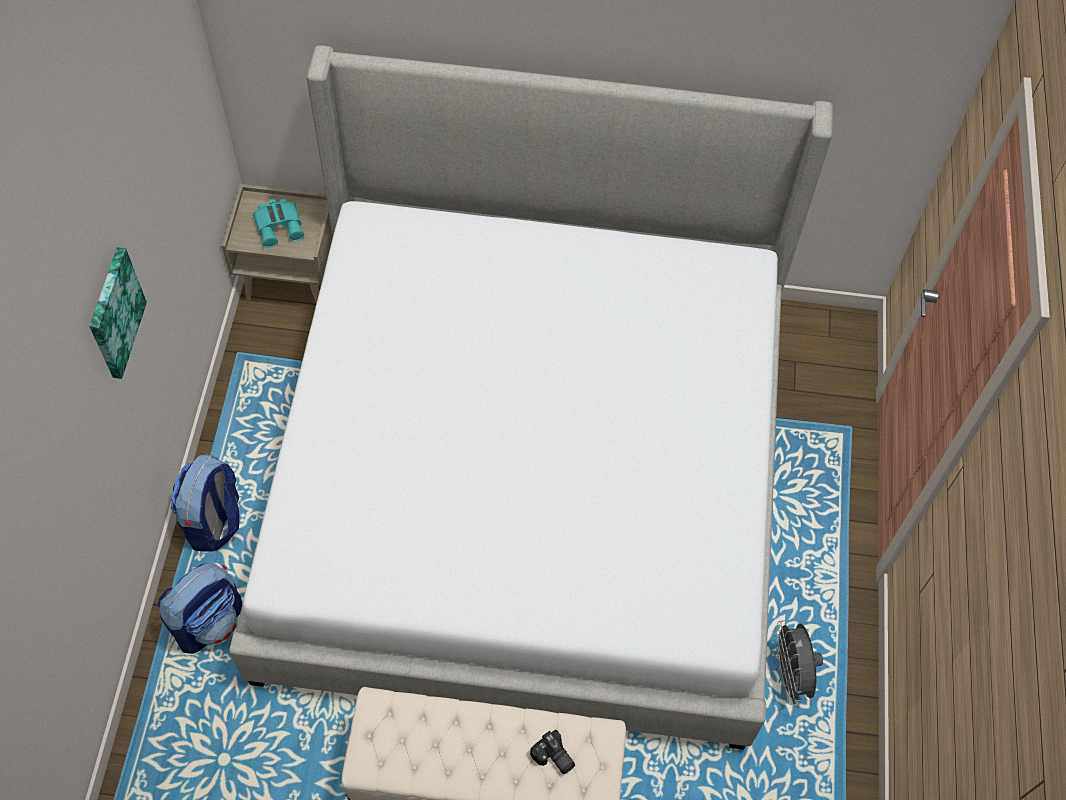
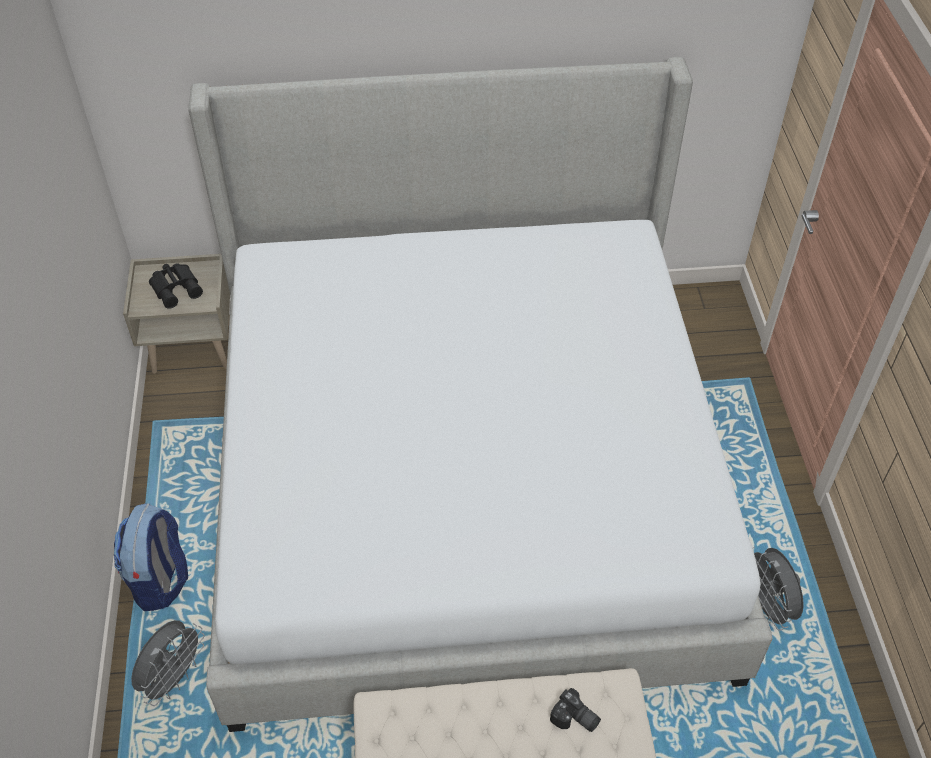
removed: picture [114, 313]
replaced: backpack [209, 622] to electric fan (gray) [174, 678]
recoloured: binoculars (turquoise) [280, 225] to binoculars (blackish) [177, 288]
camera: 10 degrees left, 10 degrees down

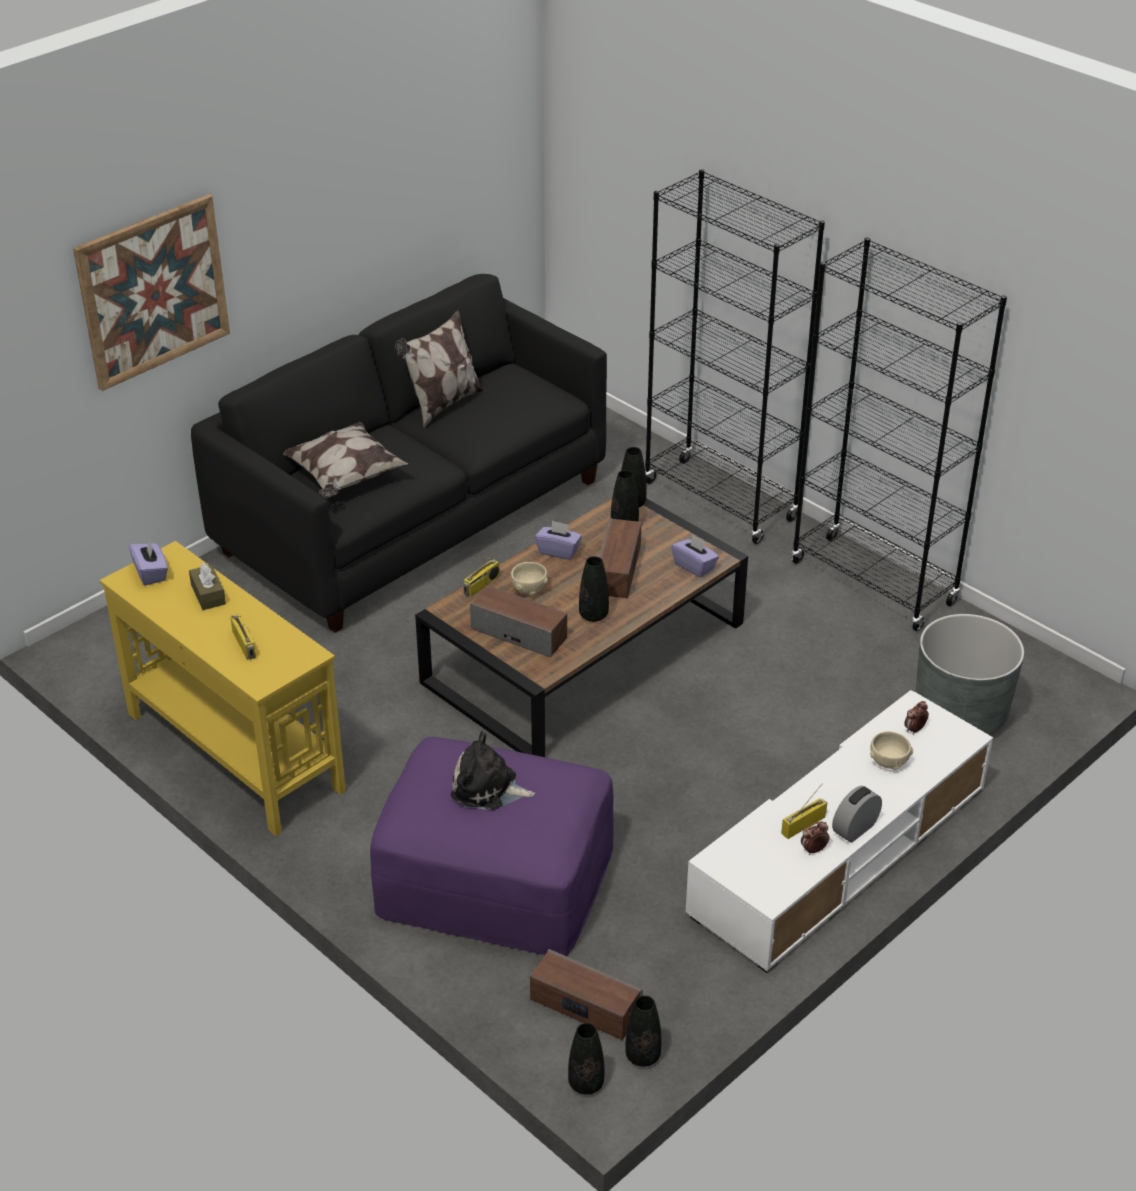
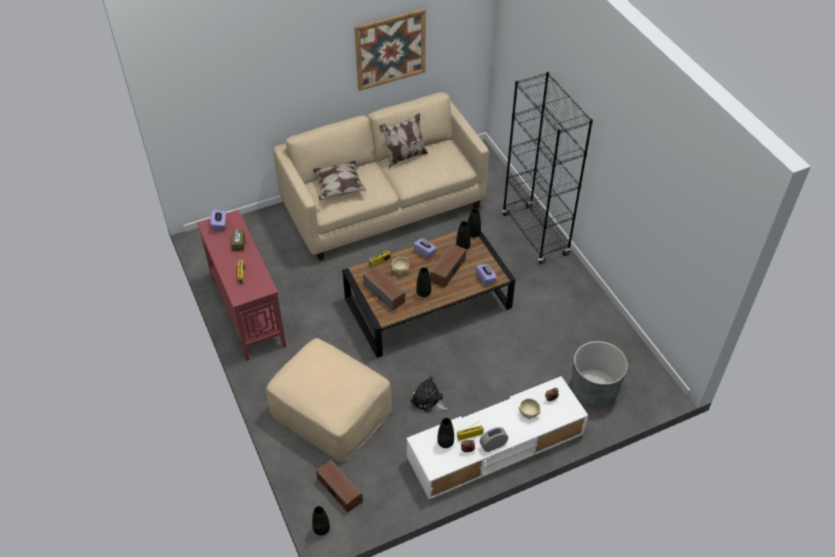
removed: bookcase (blackish) [873, 583]
moved: picture [153, 291] to [390, 49]; cuddly toy [488, 788] to [428, 401]; vase (blackish) [642, 1056] to [445, 442]
recoloured: narrow table (yellow) [234, 750] to narrow table (red) [248, 311]; settee (blackish) [413, 516] to settee (beige-coloured) [383, 205]; footrest (purple) [494, 878] to footrest (beige-coloured) [330, 411]
camera: 20 degrees right, 10 degrees up

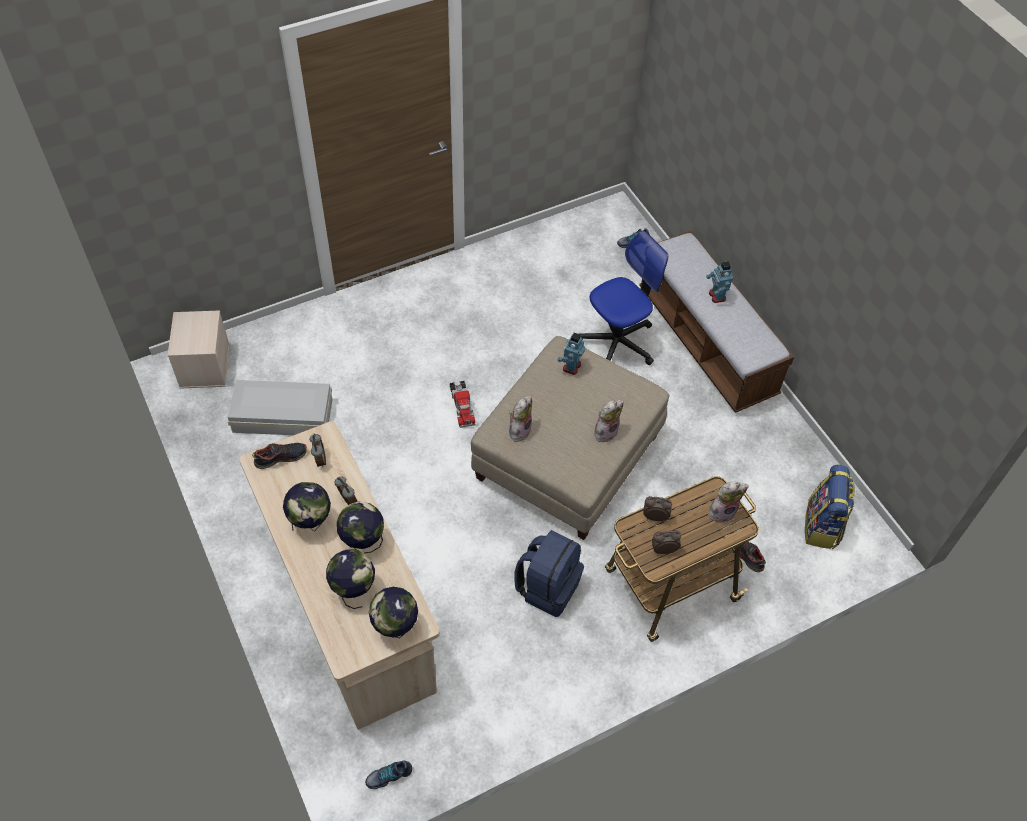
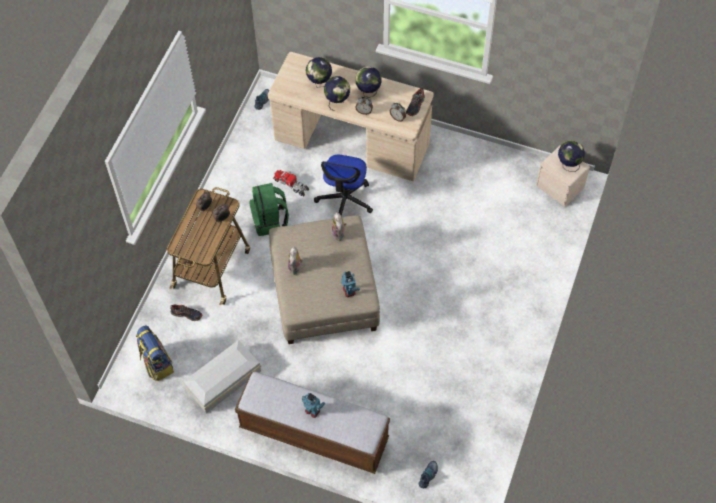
removed: cuddly toy [722, 511]
moved: storage container (white) [284, 417] to [222, 380]; desk globe [395, 628] to [568, 165]; toy lorry [462, 406] to [291, 184]; computer chair [617, 342] to [345, 200]
recoloured: backpack (blue-coloured) [547, 587] to backpack (green) [270, 221]
camera: 140 degrees right, 5 degrees up

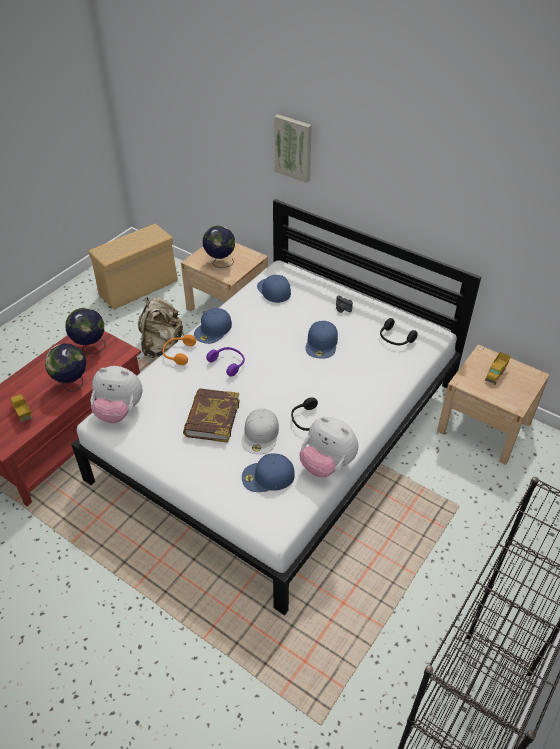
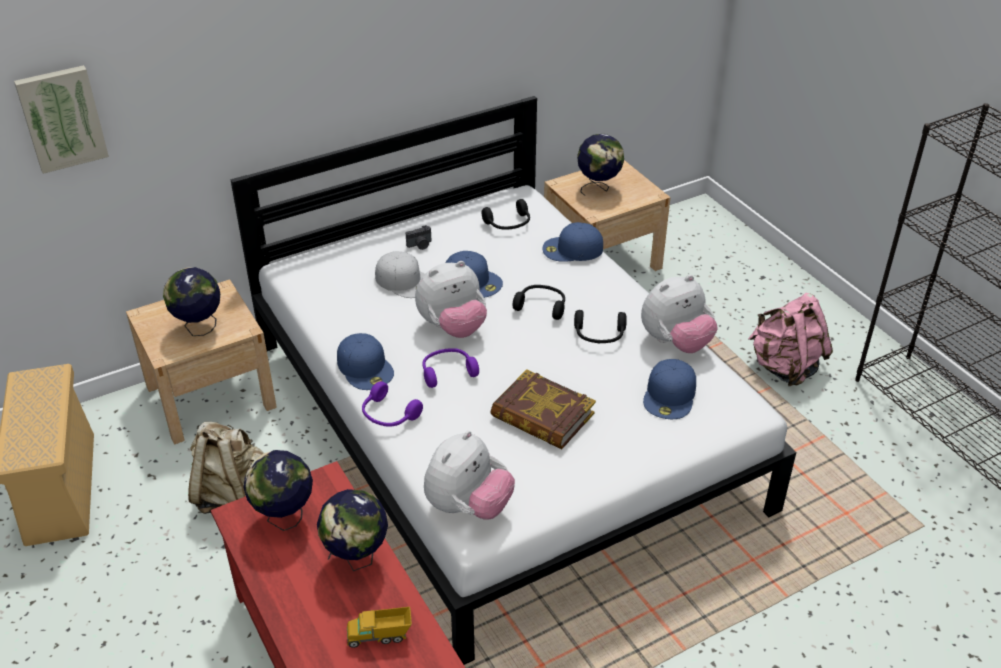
added: cuddly toy [453, 327]; headset (blackish) [541, 306]; backpack (pink-coloured) [785, 367]
moved: cap (white) [261, 435] to [405, 280]; cap (blue-coloured) [273, 290] to [572, 249]; picture [294, 148] to [61, 118]
replaced: toy lorry [495, 374] to desk globe [598, 188]
recoloured: headset (orange-coloured) [178, 353] to headset (purple) [388, 415]
camera: 65 degrees left, 5 degrees down

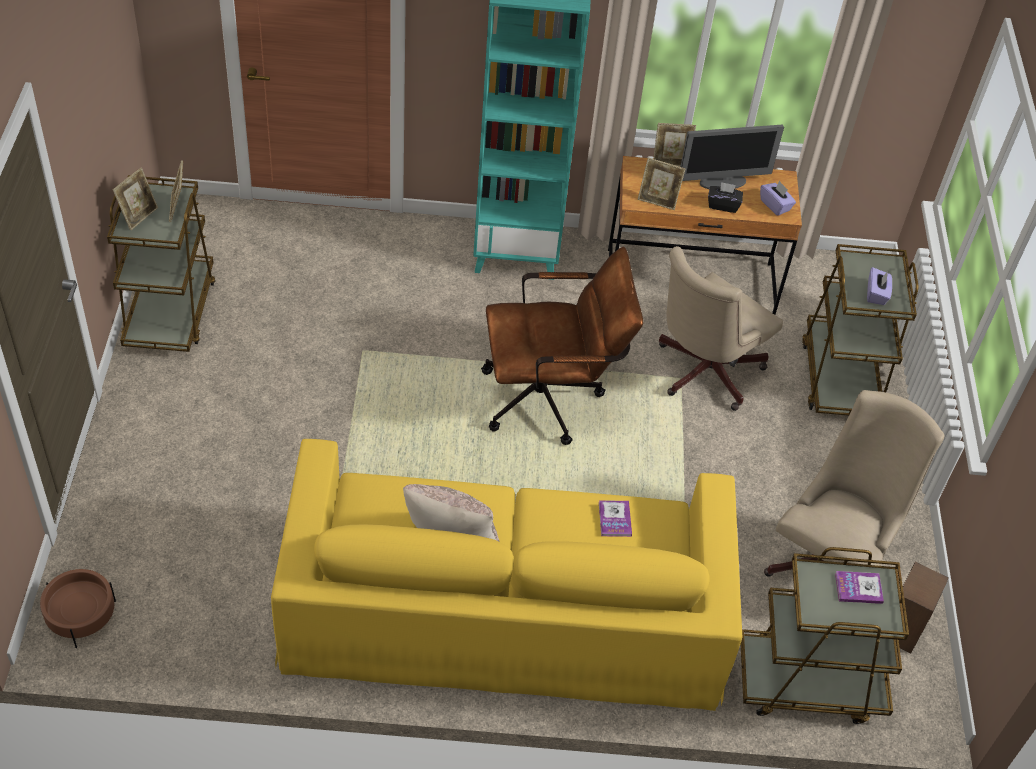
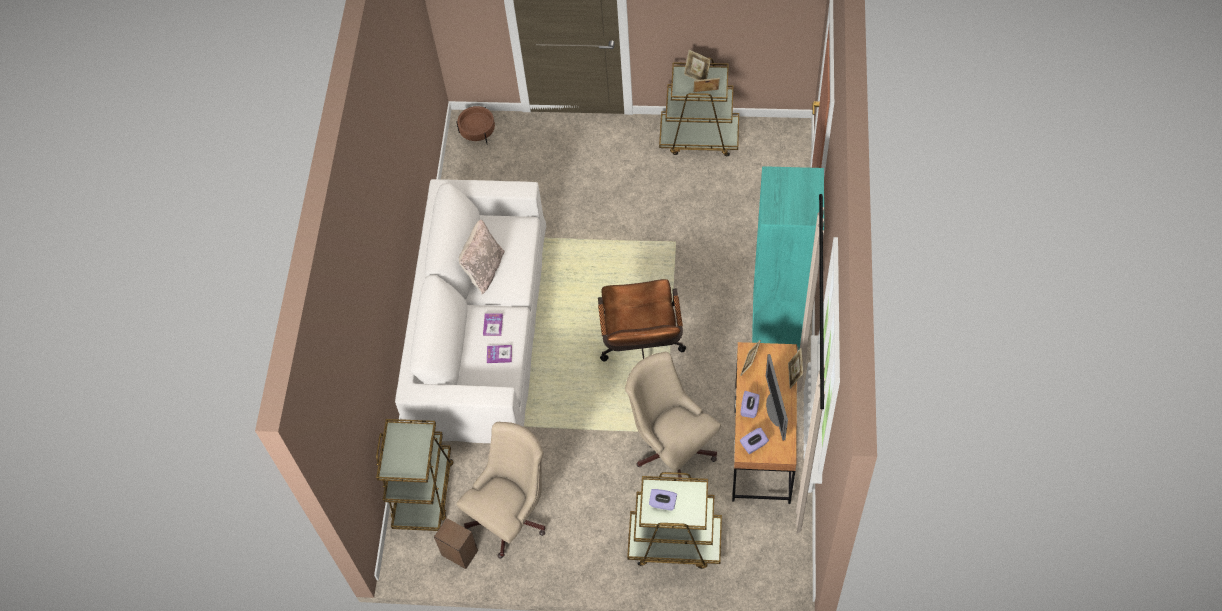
moved: bound book [858, 588] to [493, 325]
recoloured: settee (yellow) [504, 608] to settee (white) [479, 326]; tissue holder (blackish) [723, 205] to tissue holder (purple) [749, 408]
turned: computer chair (beige-coloured) [830, 561] = [512, 515] 90 degrees counterclockwise
camera: 100 degrees right, 10 degrees up

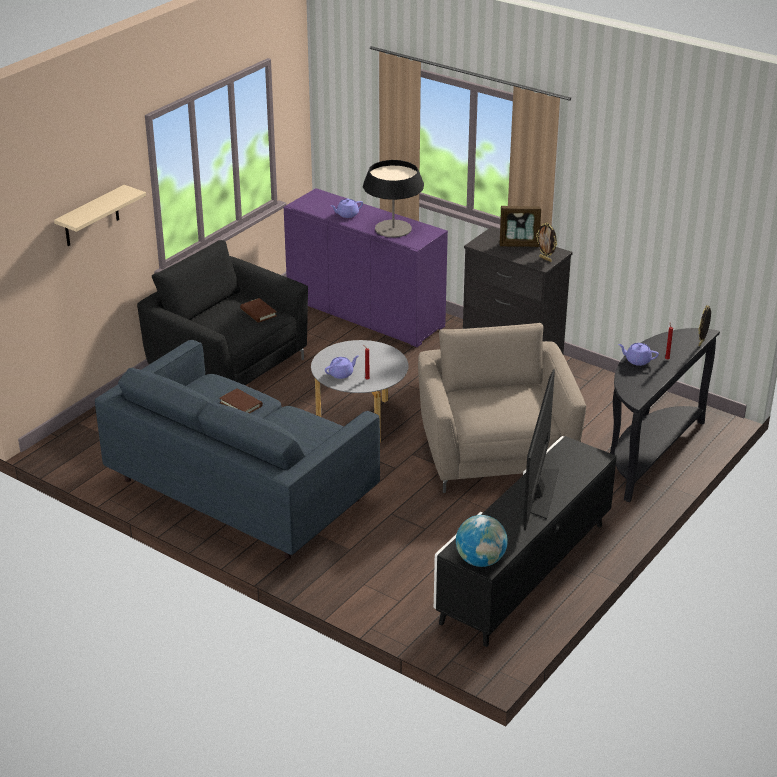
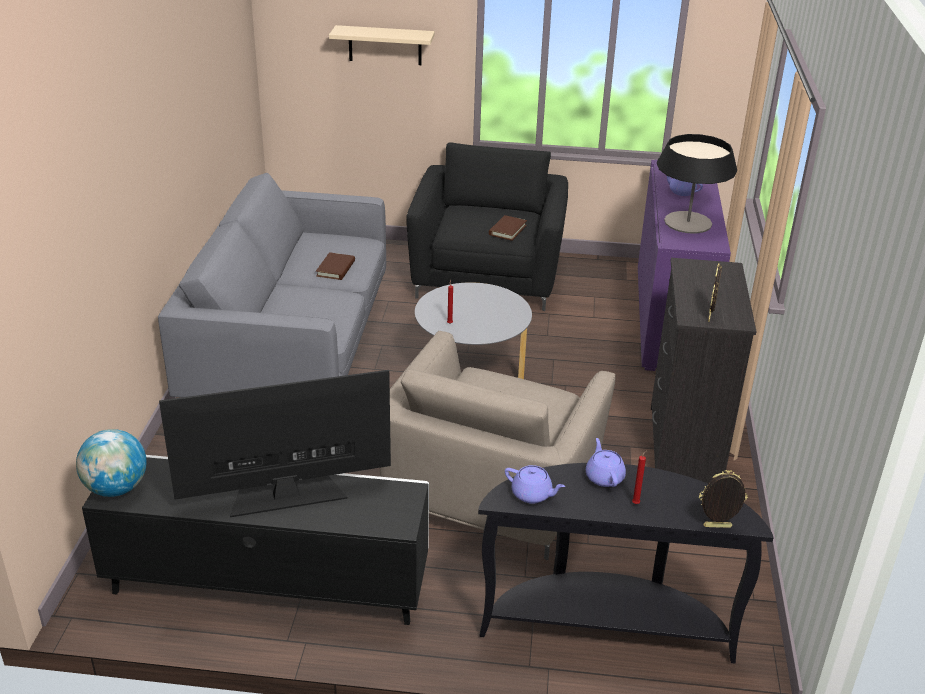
removed: photo frame [519, 244]
moved: pot for tea (purple) [341, 374] to [532, 494]
recoloured: settee (blue-coloured) [243, 491] to settee (gray) [291, 349]
turned: easy chair (beige-coloured) [495, 453] = [491, 488] 150 degrees clockwise
camera: 60 degrees right, 0 degrees up

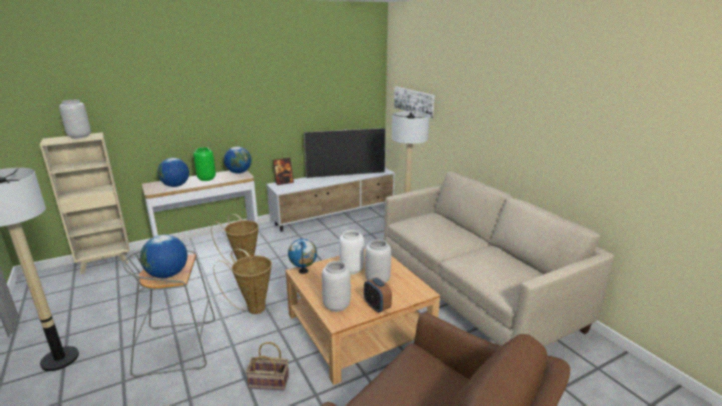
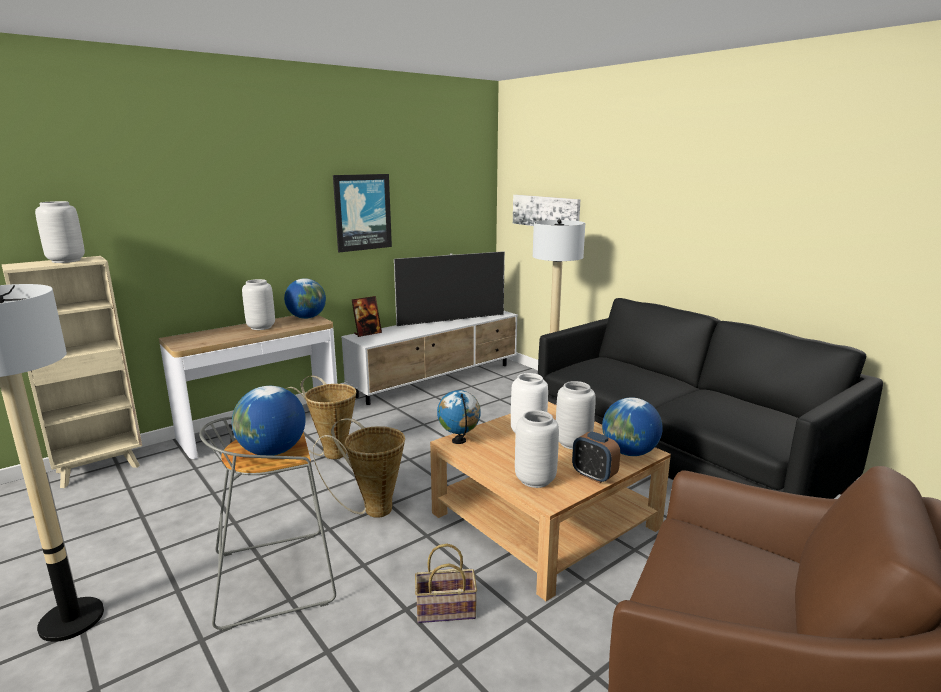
added: picture [362, 212]
moved: desk globe [175, 186] to [629, 452]
recoloured: vase (green) [207, 179] to vase (gray) [261, 327]; settee (beige-coloured) [475, 293] to settee (blackish) [680, 460]
camera: 10 degrees left, 5 degrees down

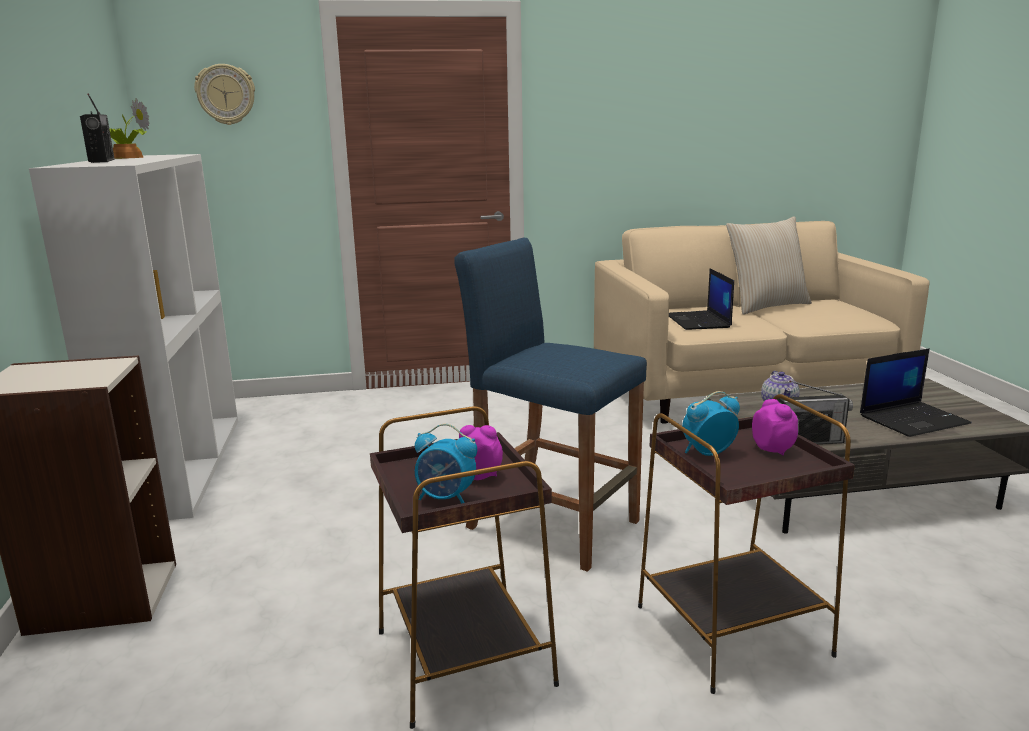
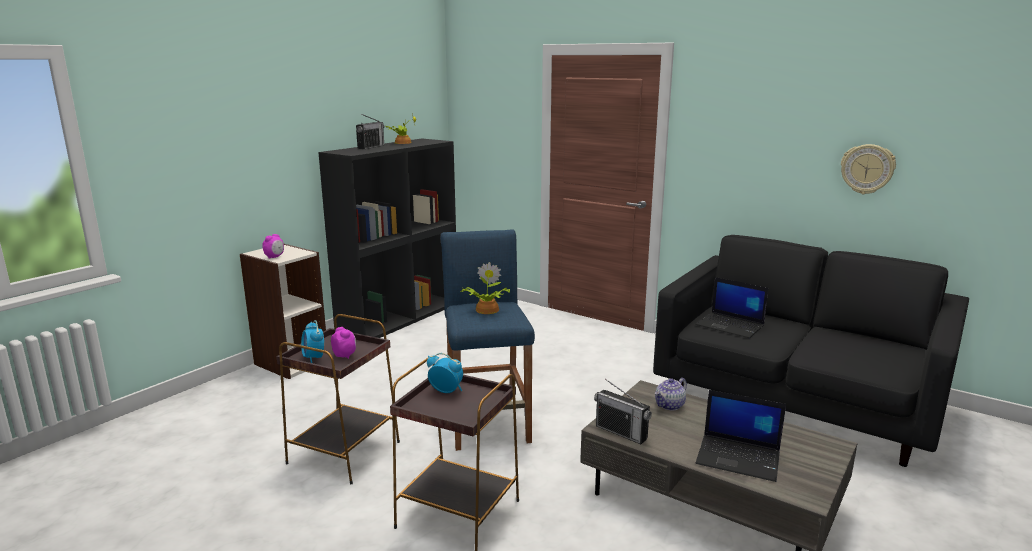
removed: cushion (beige-coloured) [766, 306]
added: potted plant [486, 310]
moved: clock on the wall [226, 94] to [867, 169]; table clock [773, 449] to [274, 257]
recoloured: bookcase (white) [179, 465] to bookcase (blackish) [400, 317]; settee (beige-coloured) [742, 390] to settee (blackish) [795, 402]
turned: portable computer [699, 321] = [731, 326] 90 degrees counterclockwise
camera: 45 degrees right, 0 degrees up

